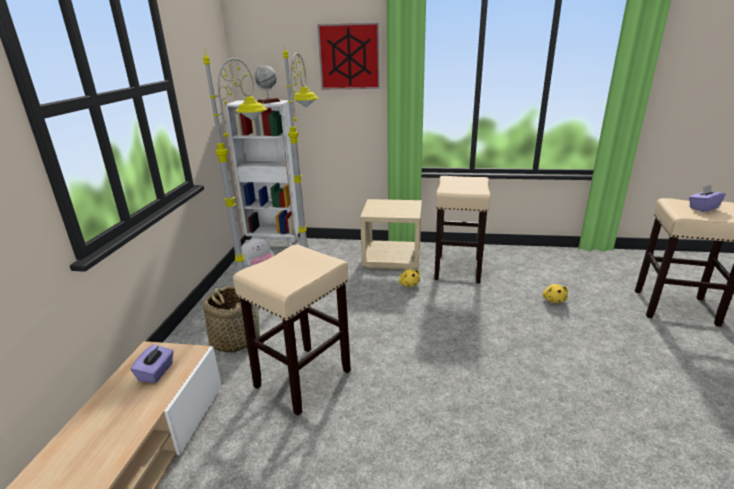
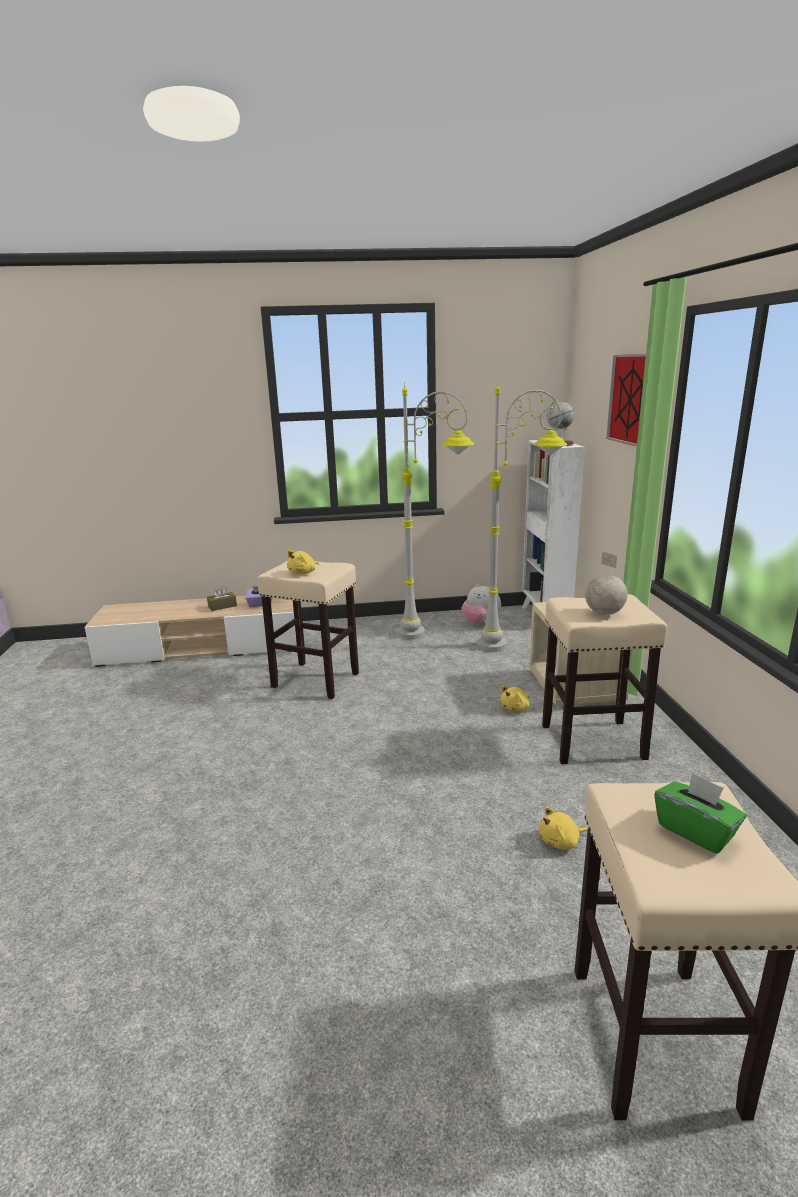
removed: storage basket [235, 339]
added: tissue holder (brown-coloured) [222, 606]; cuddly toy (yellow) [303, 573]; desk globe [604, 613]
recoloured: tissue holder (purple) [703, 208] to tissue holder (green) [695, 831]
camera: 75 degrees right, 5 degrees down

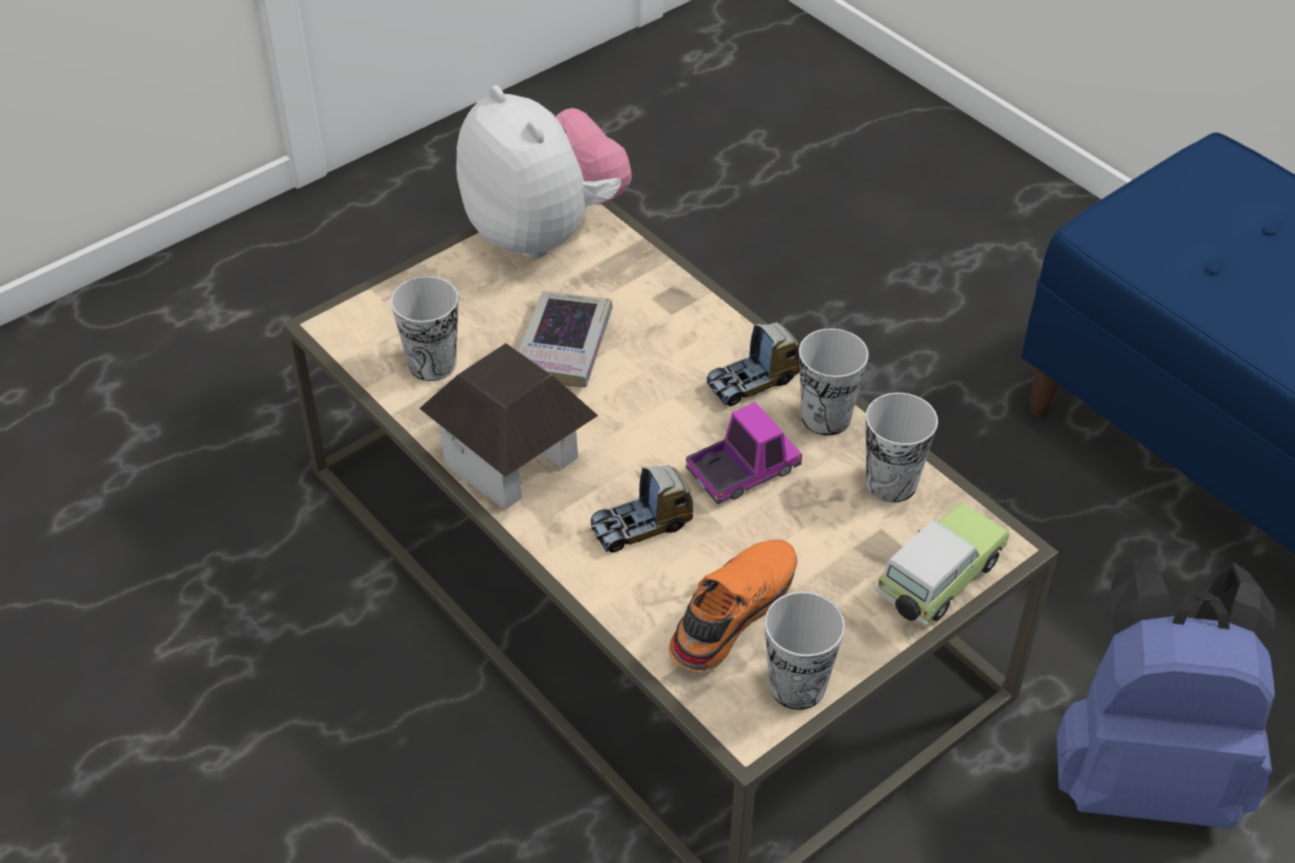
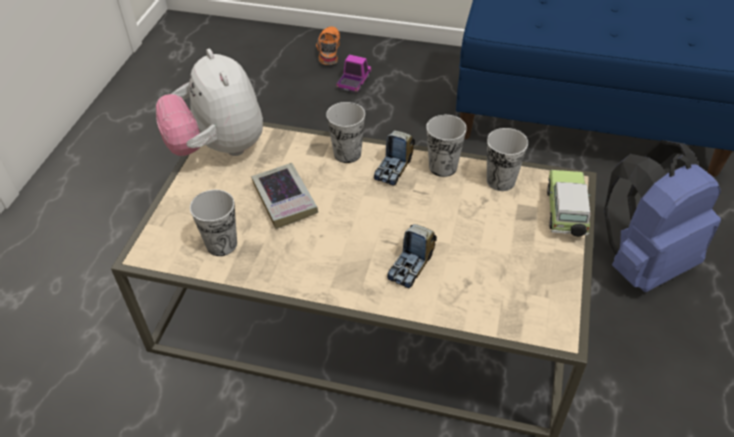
removed: toy house [511, 460]
moved: item of footwear (orange-coloured) [730, 611] to [328, 50]; toy lorry [743, 471] to [354, 82]; cup [797, 686] to [347, 153]
turned: cuddly toy [544, 231] = [218, 148] 135 degrees counterclockwise
camera: 35 degrees left, 0 degrees up

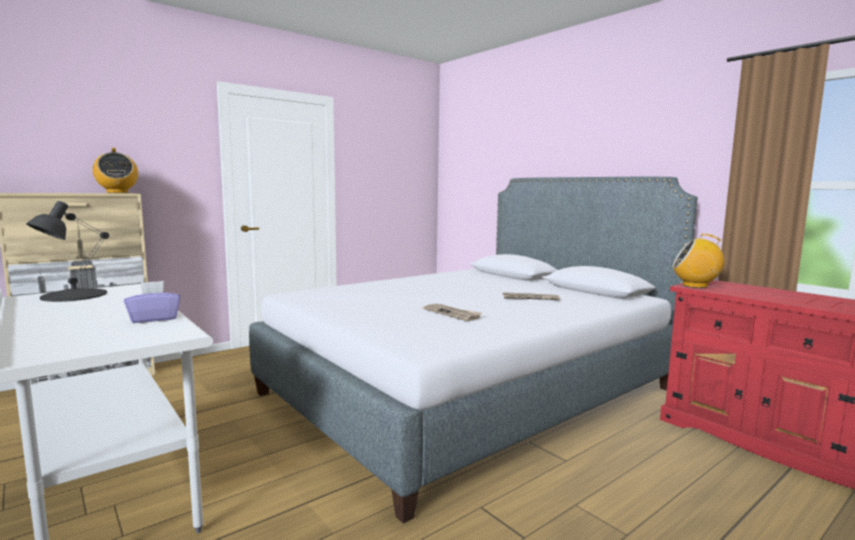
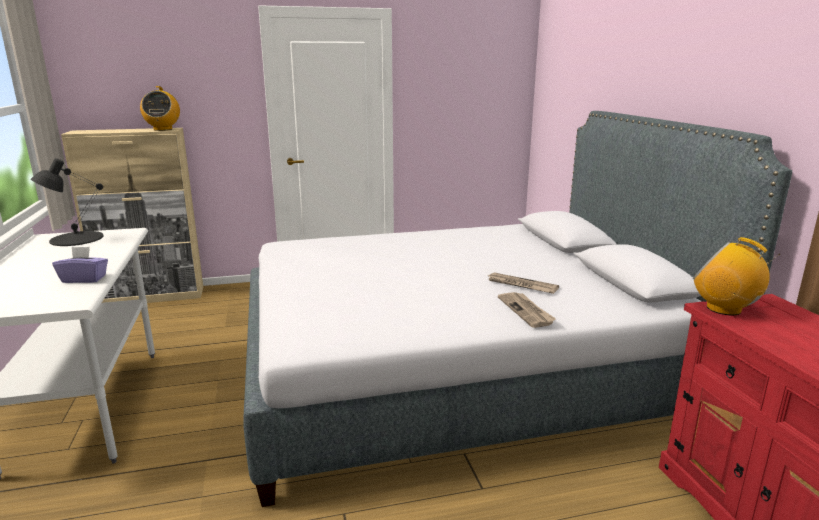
moved: printed paper [452, 314] to [526, 311]
camera: 25 degrees right, 10 degrees up

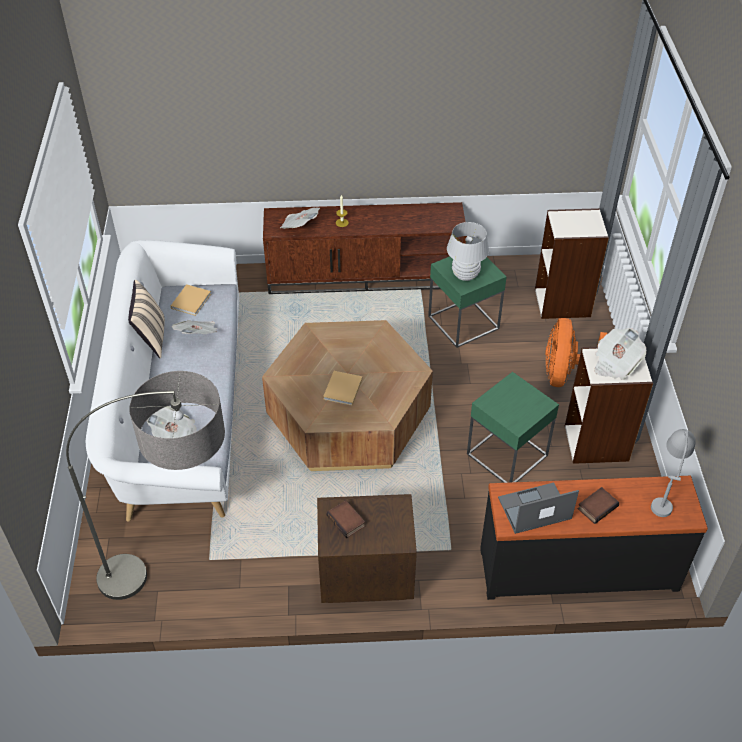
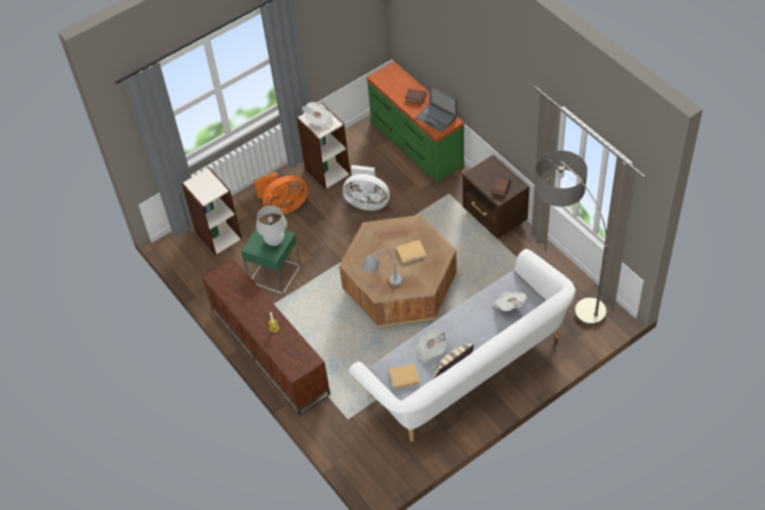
removed: printed paper [300, 226]
moved: tabletop lamp (gray) [665, 490] to [382, 283]
replaced: accent table (green) [507, 455] to electric fan (white) [367, 202]
recoloured: chest of drawers (blackish) [577, 567] to chest of drawers (green) [415, 144]
camera: 120 degrees left, 5 degrees up

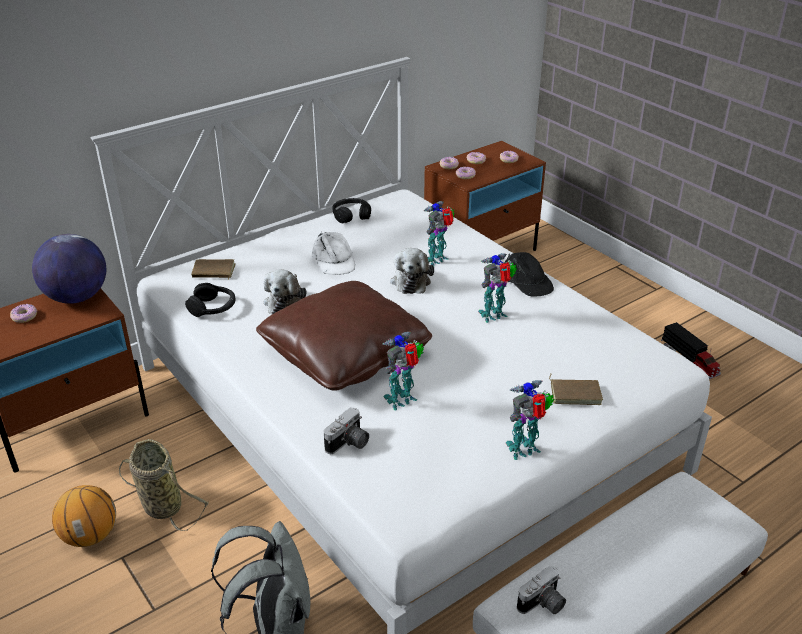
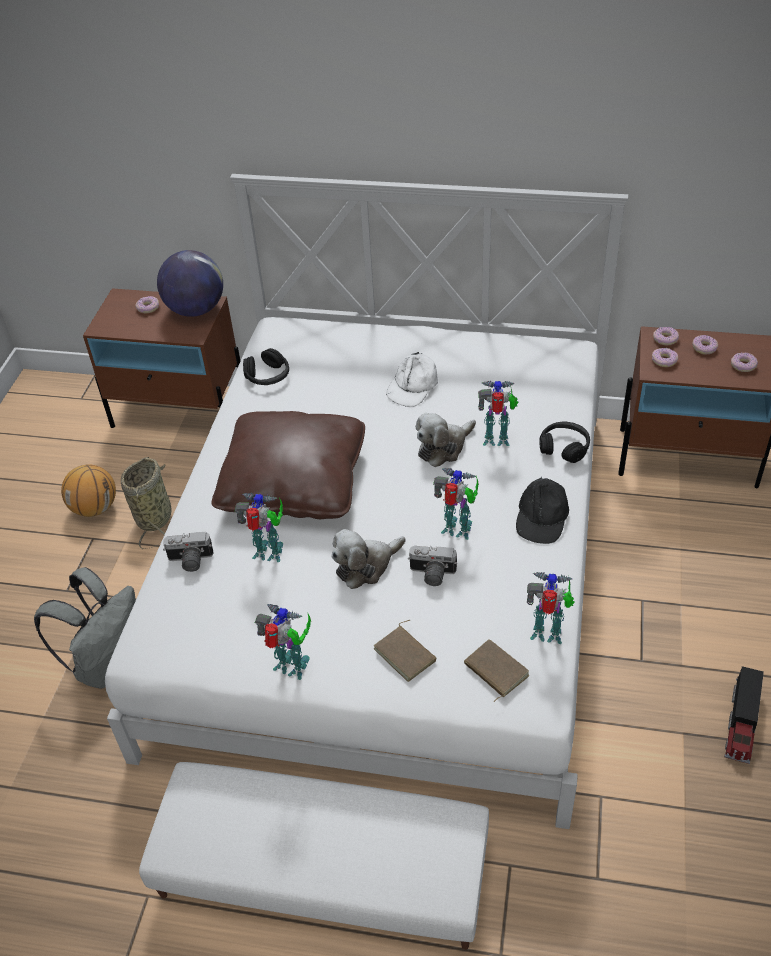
added: robot figure [548, 635]
moved: bound book (brown-coloured) [213, 272] to [494, 671]; cuddly toy [286, 302] to [366, 566]; headset (blackish) [351, 216] to [564, 447]; photo camera [543, 604] to [431, 574]
camera: 50 degrees right, 10 degrees up

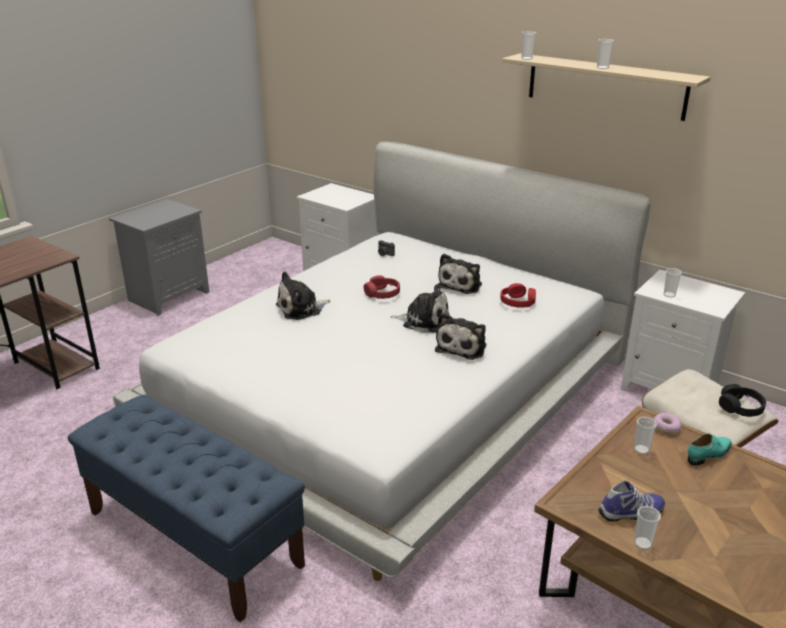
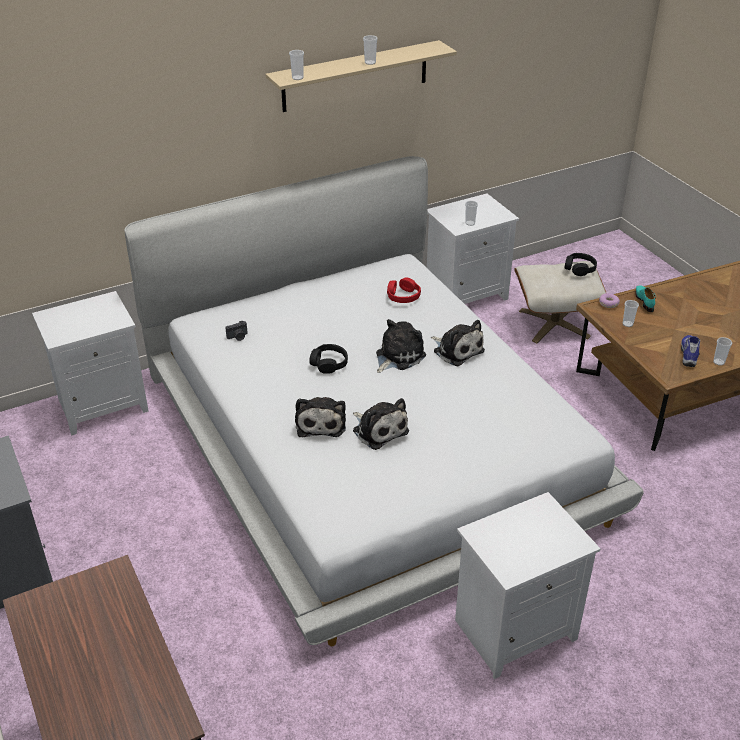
moved: cuddly toy [461, 285] to [379, 430]
replaced: long seat (blue-coloured) [194, 538] to night table (white) [515, 628]
recoloured: headset (red) [382, 294] to headset (blackish) [329, 363]
camera: 65 degrees left, 10 degrees up

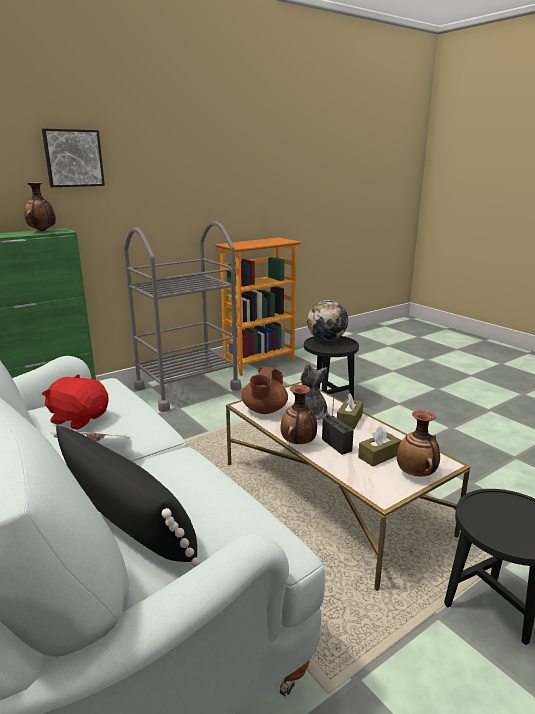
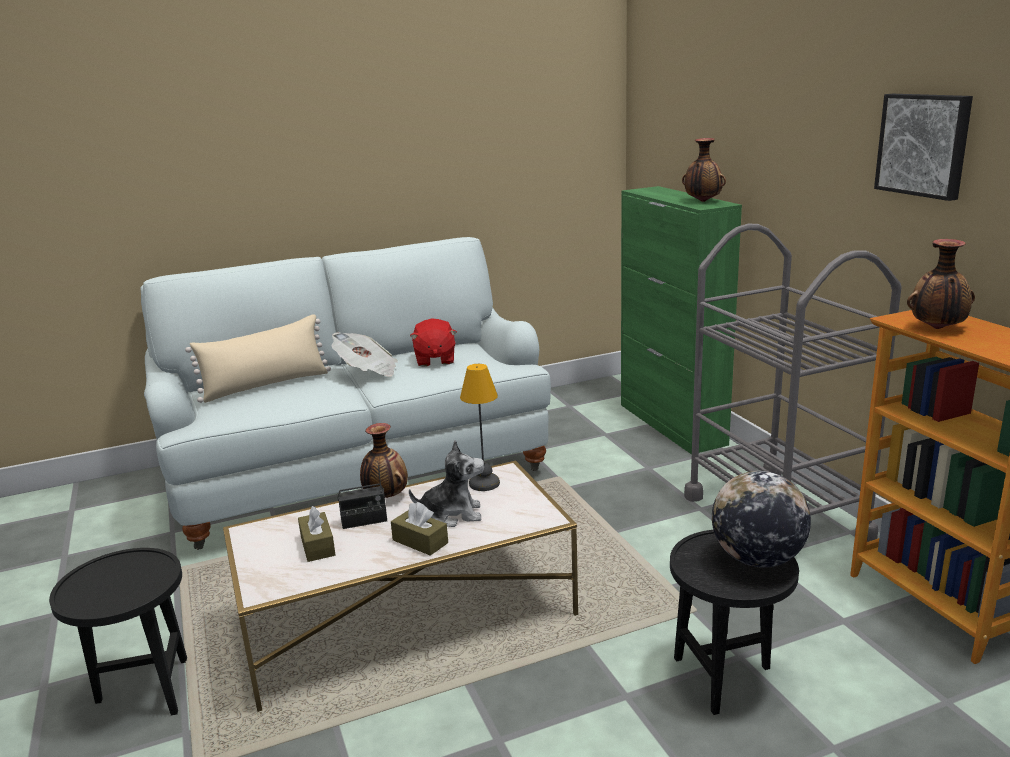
moved: picture [73, 158] to [924, 145]; vase [416, 474] to [937, 329]
replaced: pot for tea (brown-coloured) [264, 410] to tabletop lamp [484, 483]
recoloured: cushion (blackish) [129, 523] to cushion (beige-coloured) [266, 385]
turned: cuddly toy (red) [79, 418] = [434, 360] 135 degrees clockwise
camera: 105 degrees right, 0 degrees up

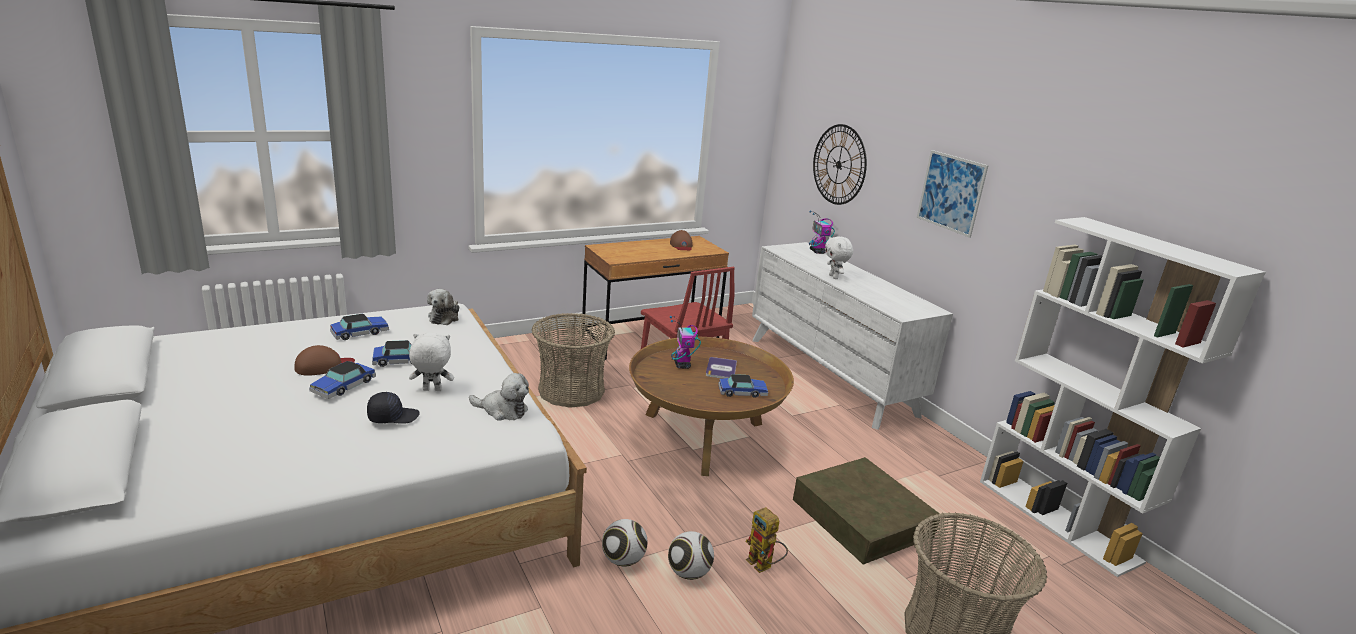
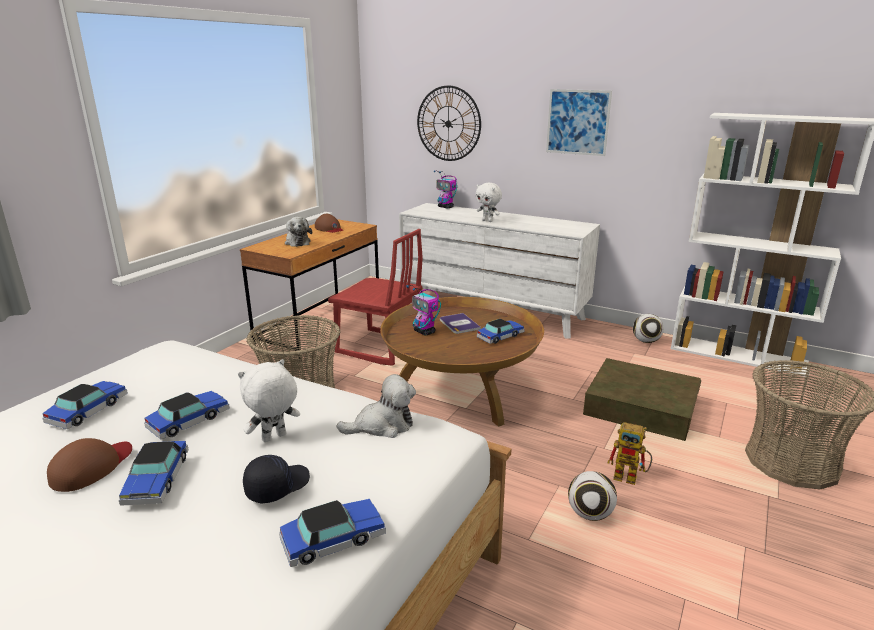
added: toy car [333, 539]
moved: cuddly toy [445, 317] to [297, 242]; football ball [623, 560] to [646, 341]
camera: 30 degrees left, 0 degrees up

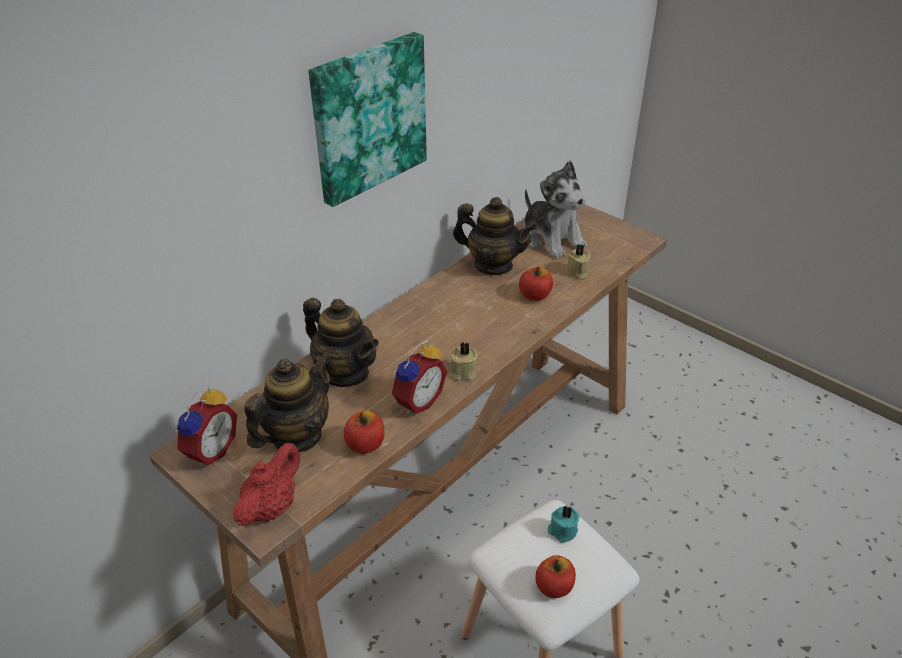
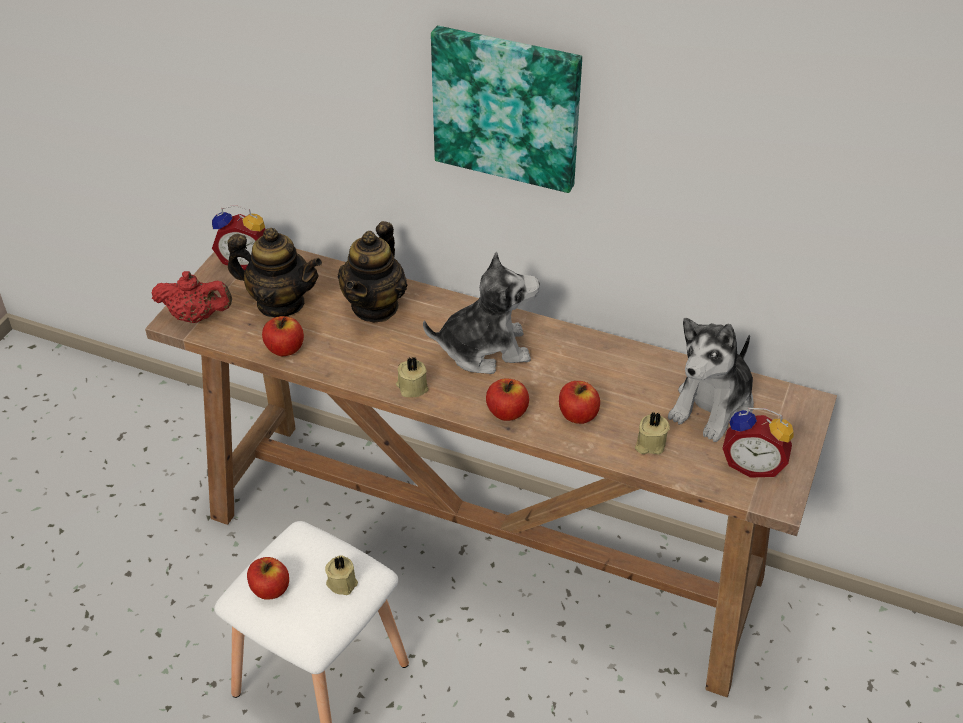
removed: pot for tea [493, 265]
added: cuddly toy [484, 349]; apple fruit [507, 412]
moved: table clock [417, 401] to [753, 464]
recoloured: candle (turquoise) [562, 531] to candle (beige-coloured) [342, 582]
camera: 70 degrees right, 5 degrees up

